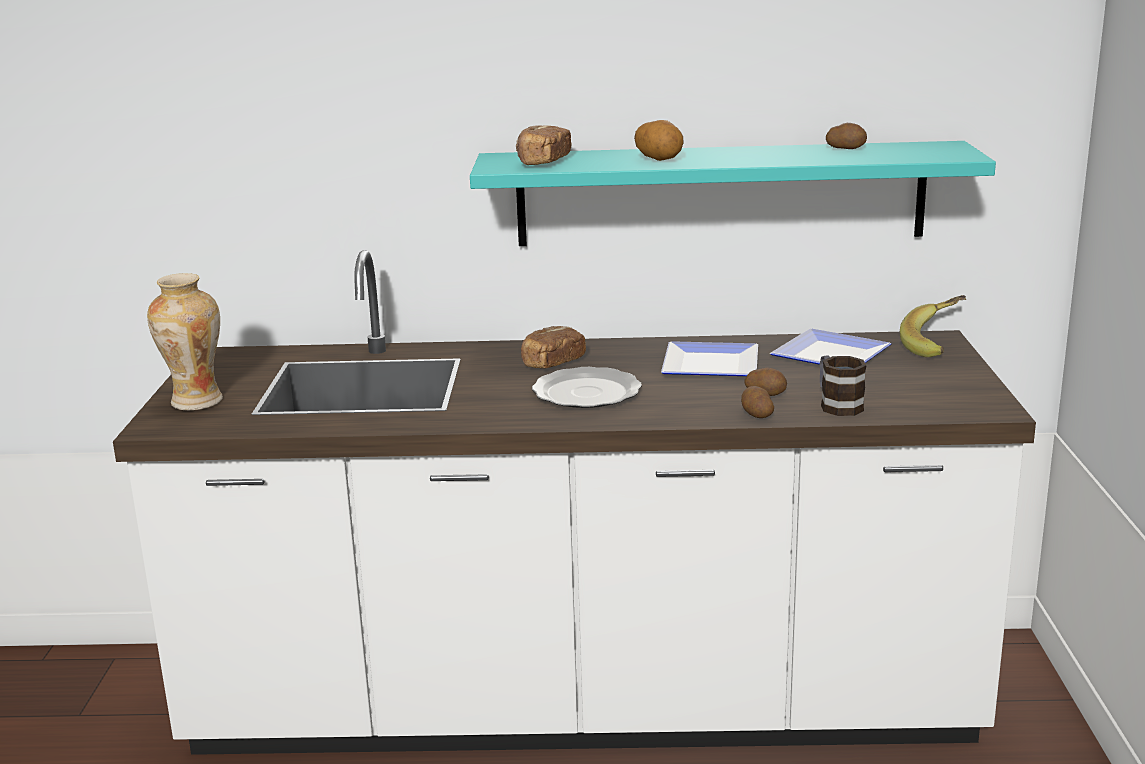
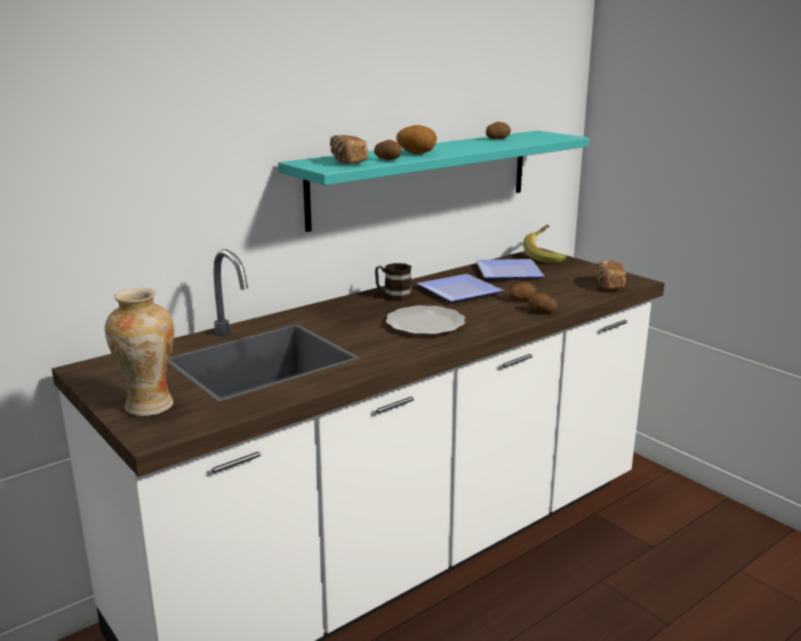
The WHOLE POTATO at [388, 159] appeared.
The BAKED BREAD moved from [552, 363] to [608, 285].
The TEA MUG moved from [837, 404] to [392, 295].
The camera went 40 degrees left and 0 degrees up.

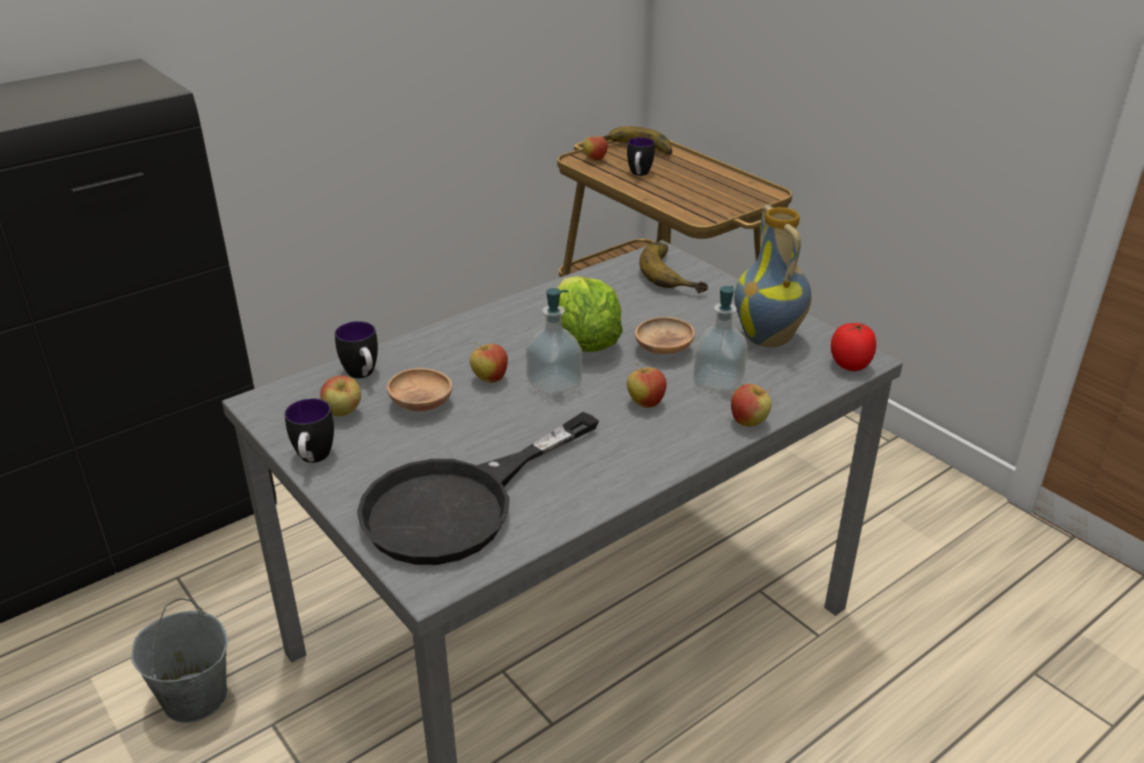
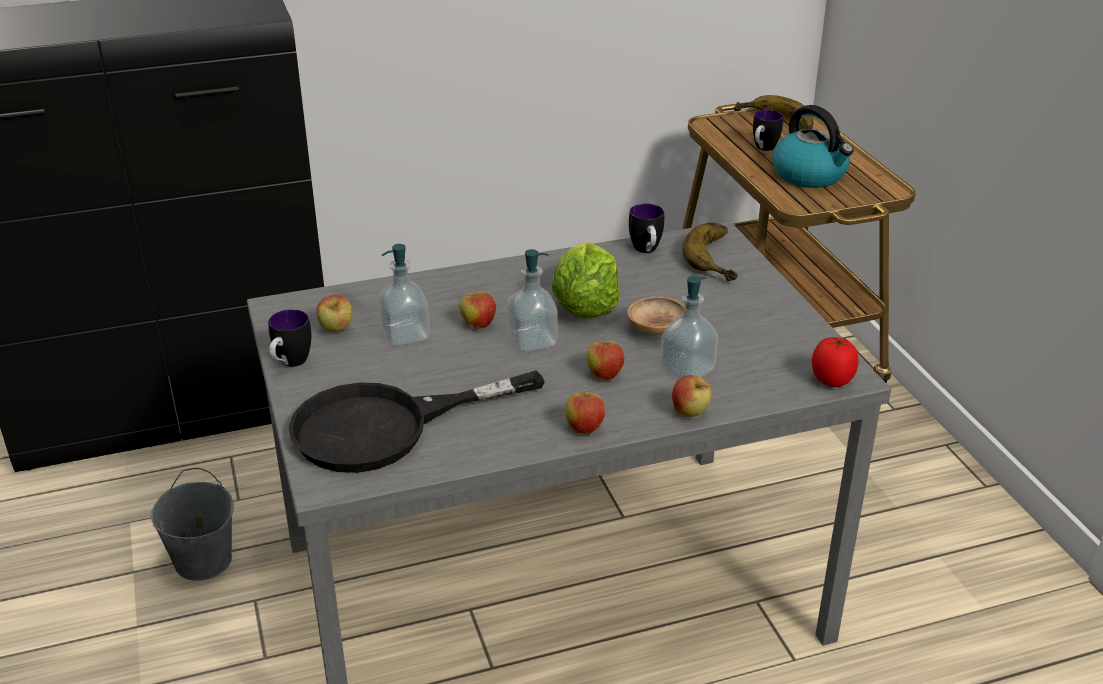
The VASE at [769, 339] disappeared.
The WATER KETTLE at [810, 175] appeared.
The TEA MUG moved from [363, 375] to [646, 251].
The WHOLE APPLE moved from [595, 159] to [584, 428].
The BROWN-COLOURED BOWL at [421, 404] was replaced by the SOAP DISPENSER at [405, 335].
The camera went 20 degrees right and 0 degrees up.

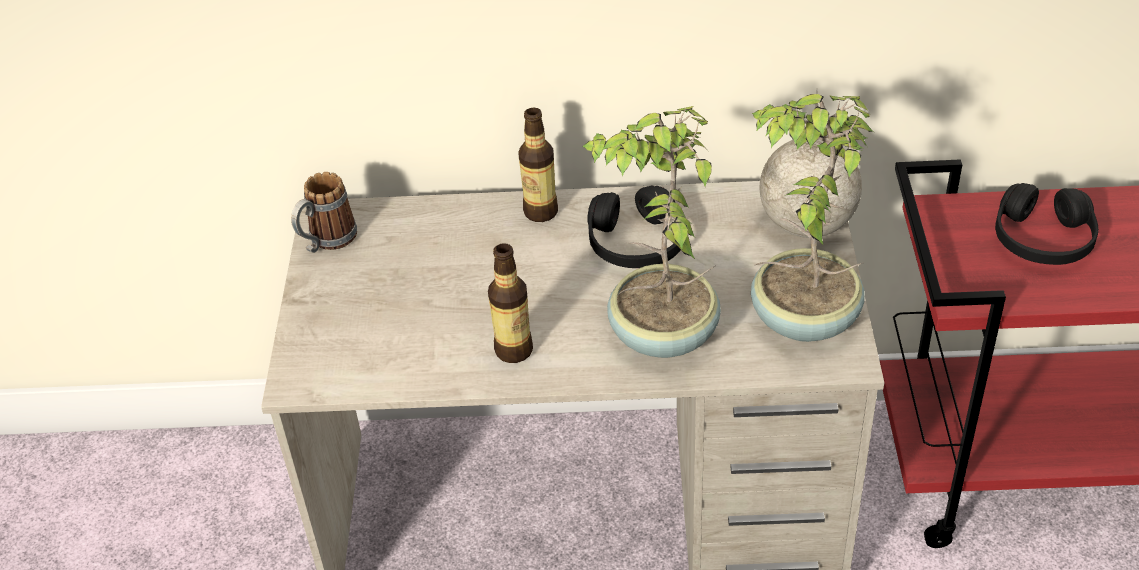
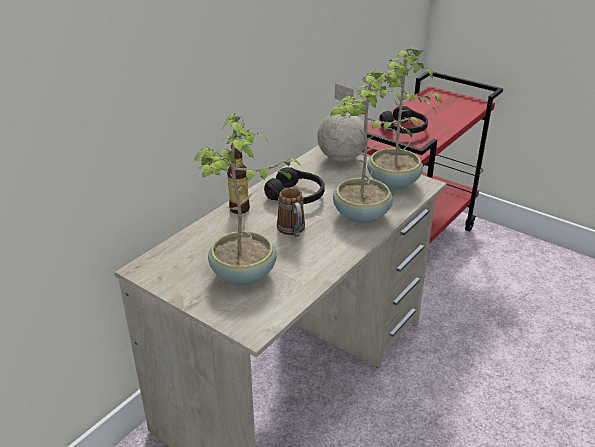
The BOTTLE at [514, 350] disappeared.
The POTTED PLANT at [244, 274] appeared.
The TEA MUG moved from [326, 242] to [293, 231].
The camera went 55 degrees left and 10 degrees down.

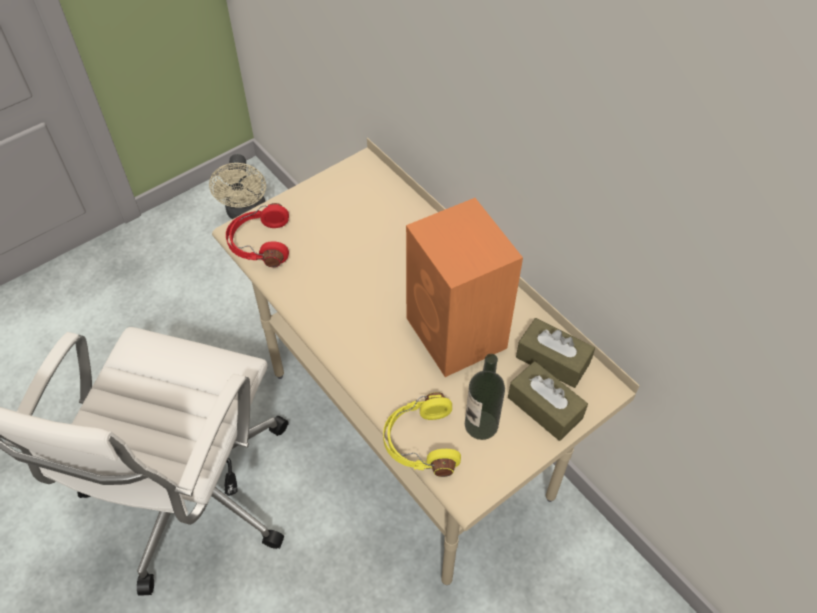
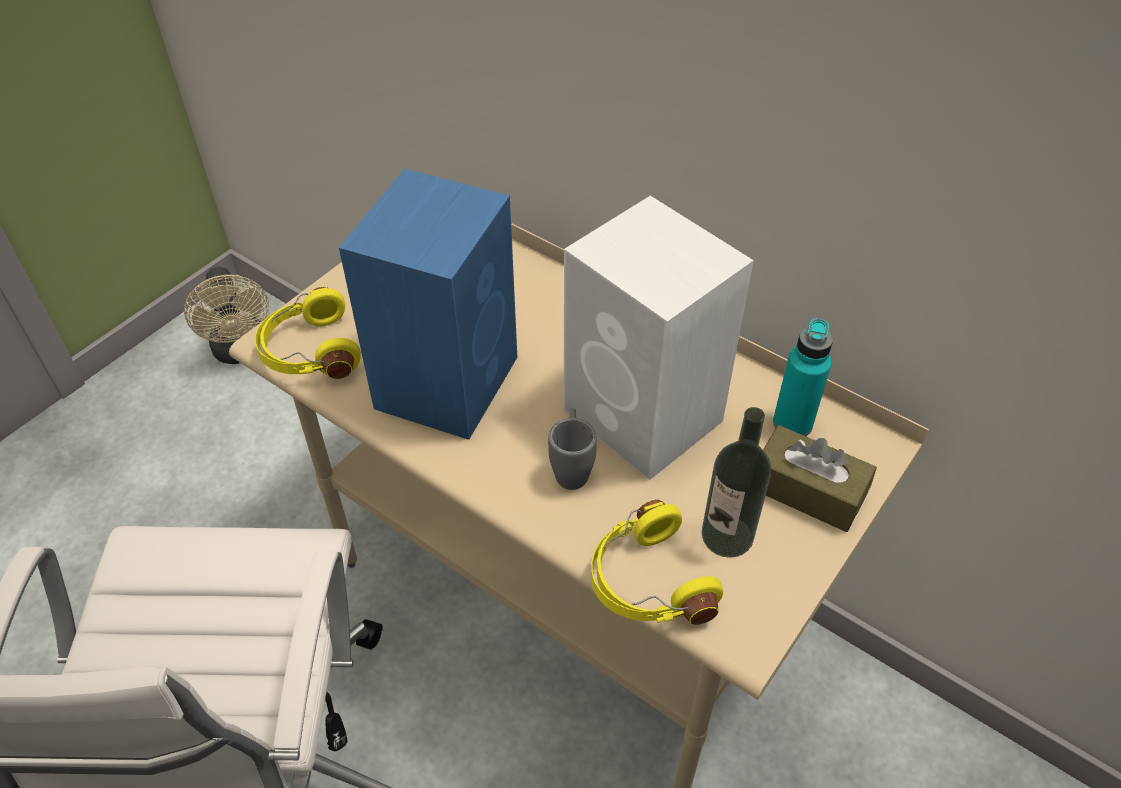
The BLUE-COLOURED AUDIO SPEAKER at [448, 380] appeared.
The GREY TEA MUG at [572, 467] appeared.
The BROWN-COLOURED BOX OF TISSUES at [552, 360] was replaced by the TURQUOISE BOTTLE at [792, 423].
The RED-COLOURED PAIR OF HEADPHONES at [260, 244] became the YELLOW-COLOURED PAIR OF HEADPHONES at [309, 352].
The ORANGEY AUDIO SPEAKER at [457, 335] became the WHITE AUDIO SPEAKER at [645, 418].
The camera went 15 degrees left and 5 degrees down.

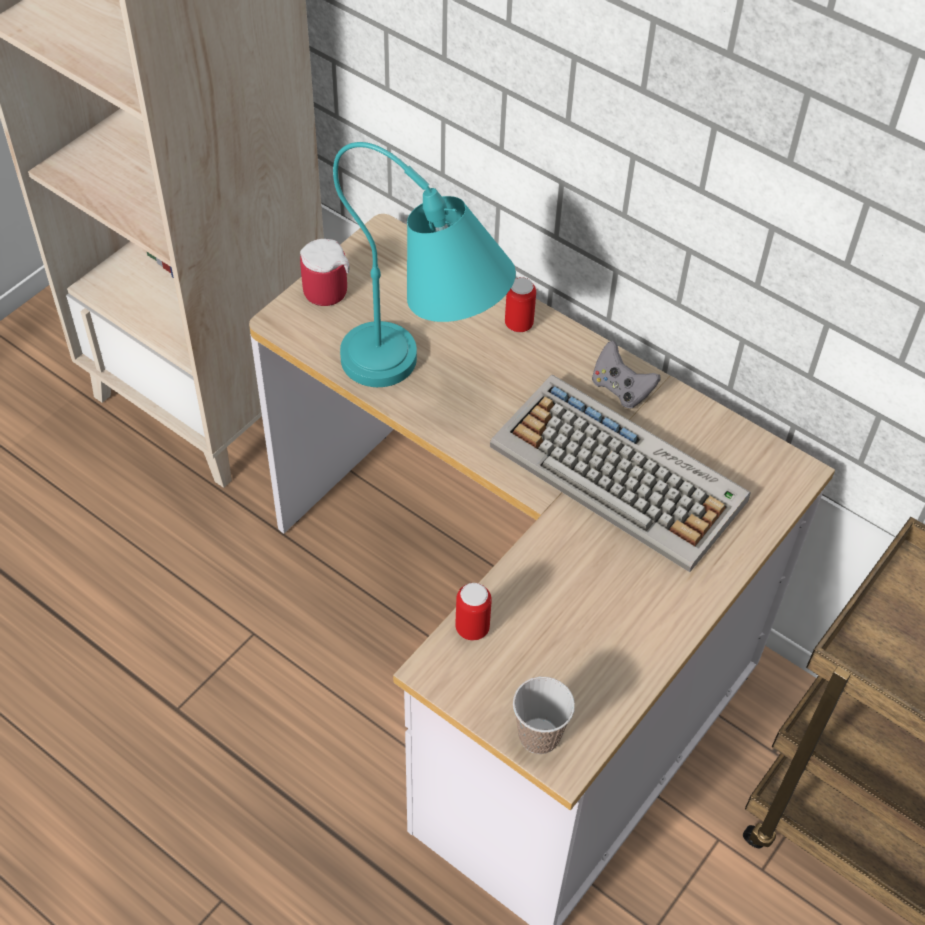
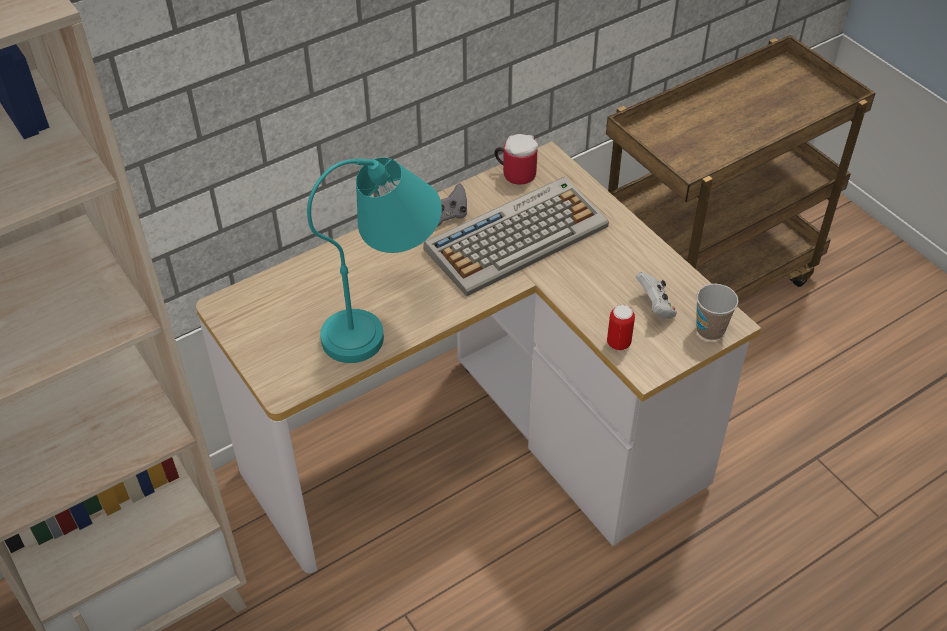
The CAN at [518, 324] disappeared.
The WHITE GAMEPAD at [655, 307] appeared.
The TEA MUG moved from [328, 287] to [515, 172].
The camera went 70 degrees left and 5 degrees down.

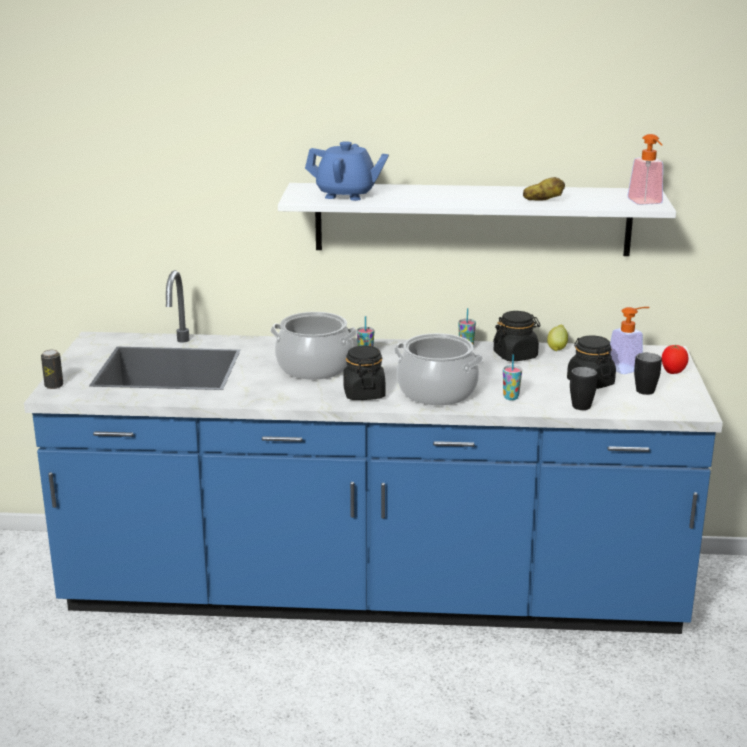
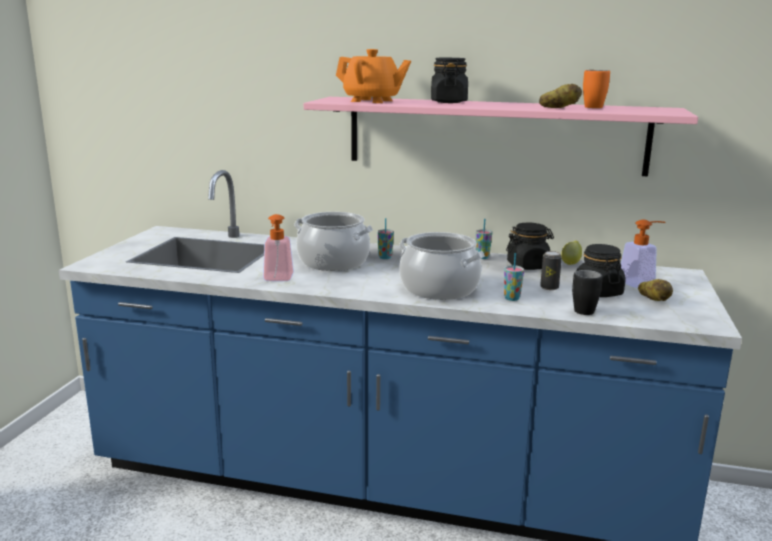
The WHOLE TOMATO at [672, 372] disappeared.
The ORANGEY TEA MUG at [591, 106] appeared.
The CAN moved from [54, 386] to [549, 287].
The BLACKISH STORAGE JAR moved from [364, 394] to [448, 102].
The SOAP DISPENSER moved from [647, 203] to [277, 279].
The BLACKISH TEA MUG at [643, 388] was replaced by the WHOLE POTATO at [653, 301].
The WHITE BRACKET SHELF at [472, 219] became the PINKISH BRACKET SHELF at [494, 135].
The BLUE-COLOURED TEA POT at [346, 195] became the ORANGEY TEA POT at [372, 101].
The camera went 10 degrees right and 5 degrees down.

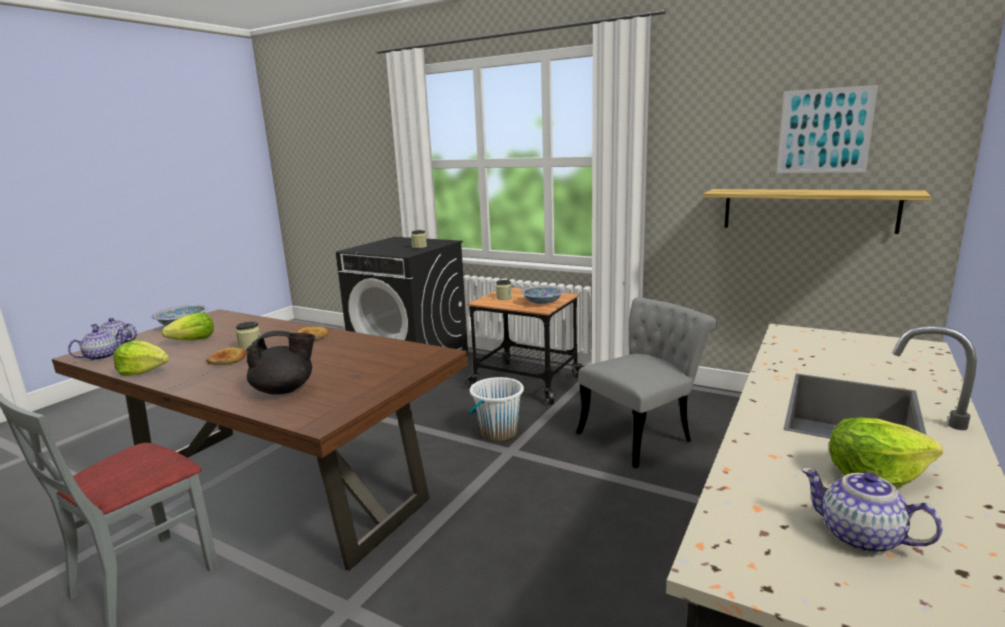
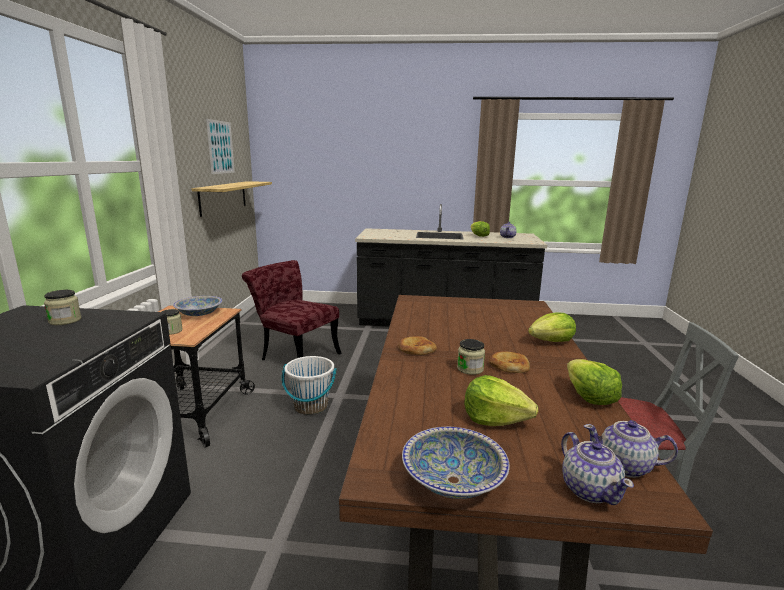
The BLACKISH TEA POT at [285, 390] disappeared.
The HEAD OF LETTUCE at [551, 341] appeared.
The GREY PLAIN CHAIR at [642, 434] became the RED-COLOURED PLAIN CHAIR at [295, 355].
The camera went 115 degrees left and 0 degrees up.

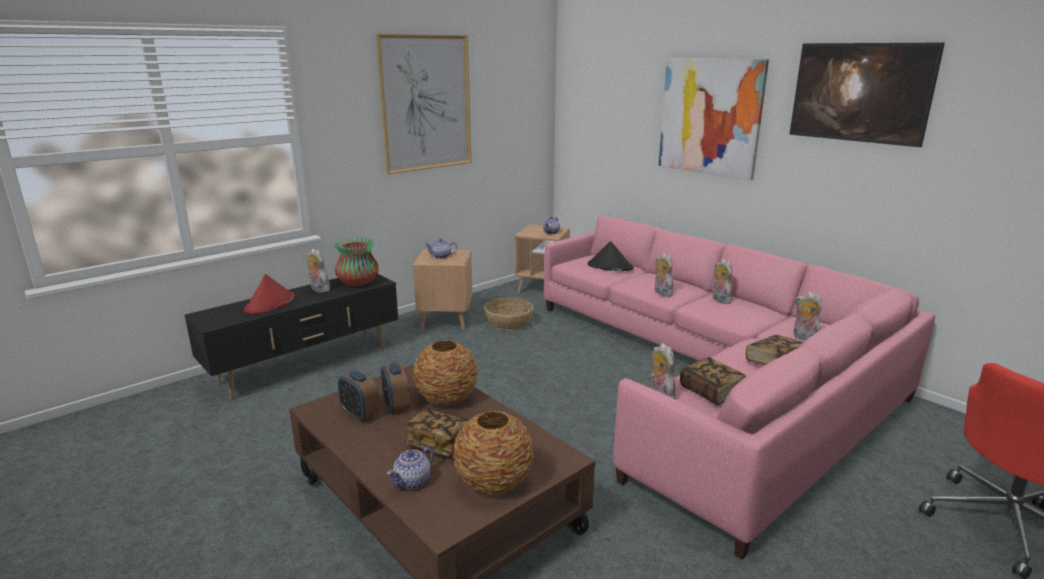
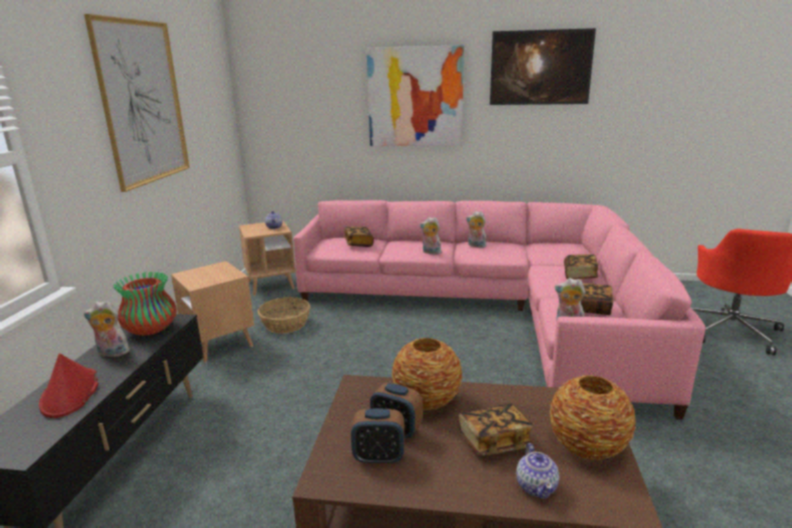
The TEA POT at [441, 256] disappeared.
The PLUSH TOY at [803, 338] disappeared.
The BLACKISH WEARABLE HAT at [610, 266] was replaced by the VOLUME at [359, 243].
The camera went 40 degrees left and 0 degrees up.

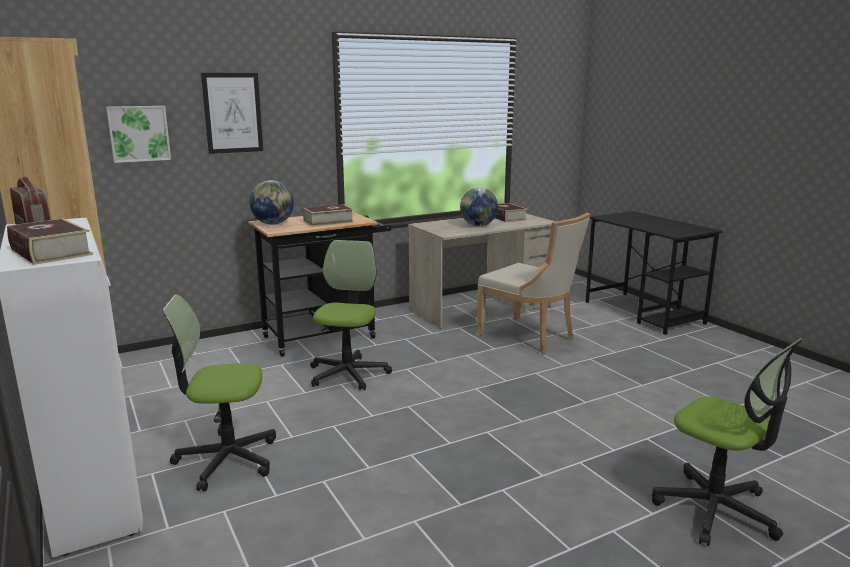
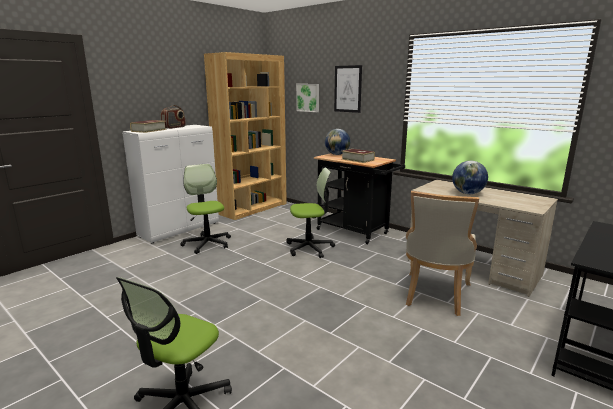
The VOLUME at [506, 218] disappeared.
The camera went 70 degrees right and 0 degrees up.

